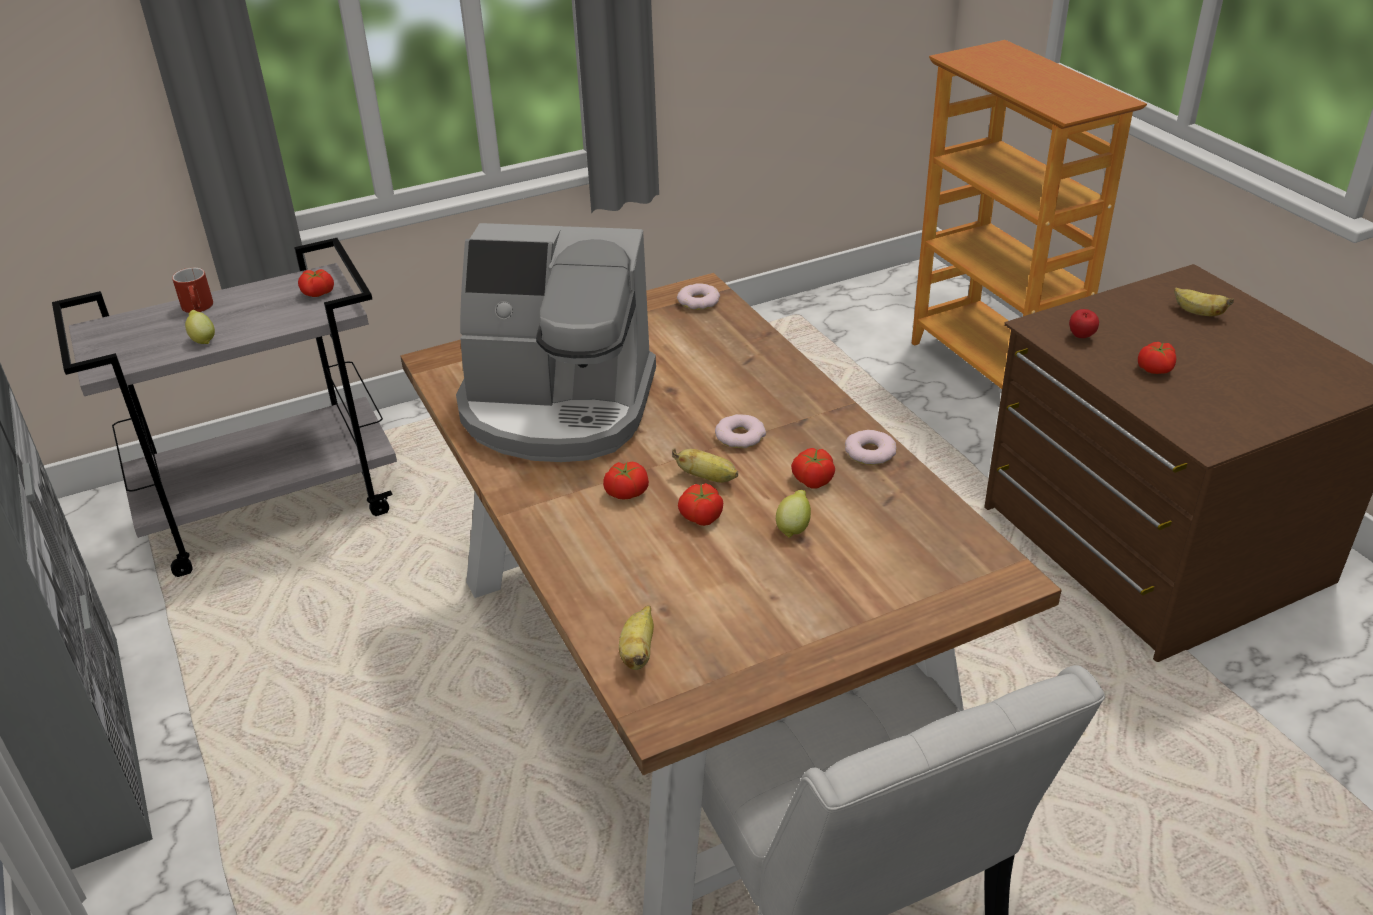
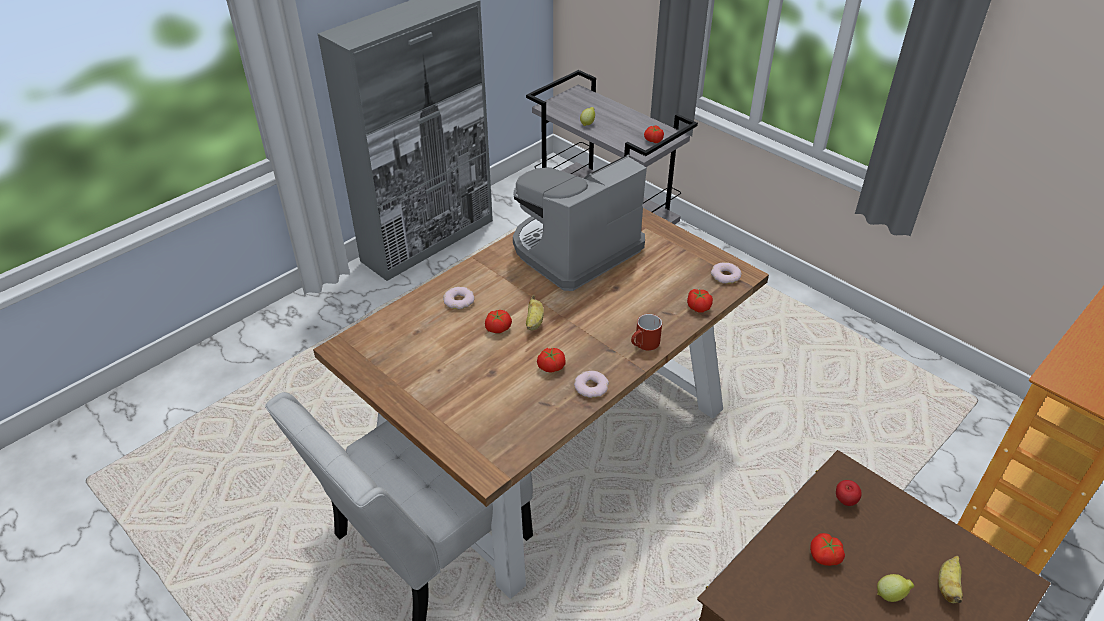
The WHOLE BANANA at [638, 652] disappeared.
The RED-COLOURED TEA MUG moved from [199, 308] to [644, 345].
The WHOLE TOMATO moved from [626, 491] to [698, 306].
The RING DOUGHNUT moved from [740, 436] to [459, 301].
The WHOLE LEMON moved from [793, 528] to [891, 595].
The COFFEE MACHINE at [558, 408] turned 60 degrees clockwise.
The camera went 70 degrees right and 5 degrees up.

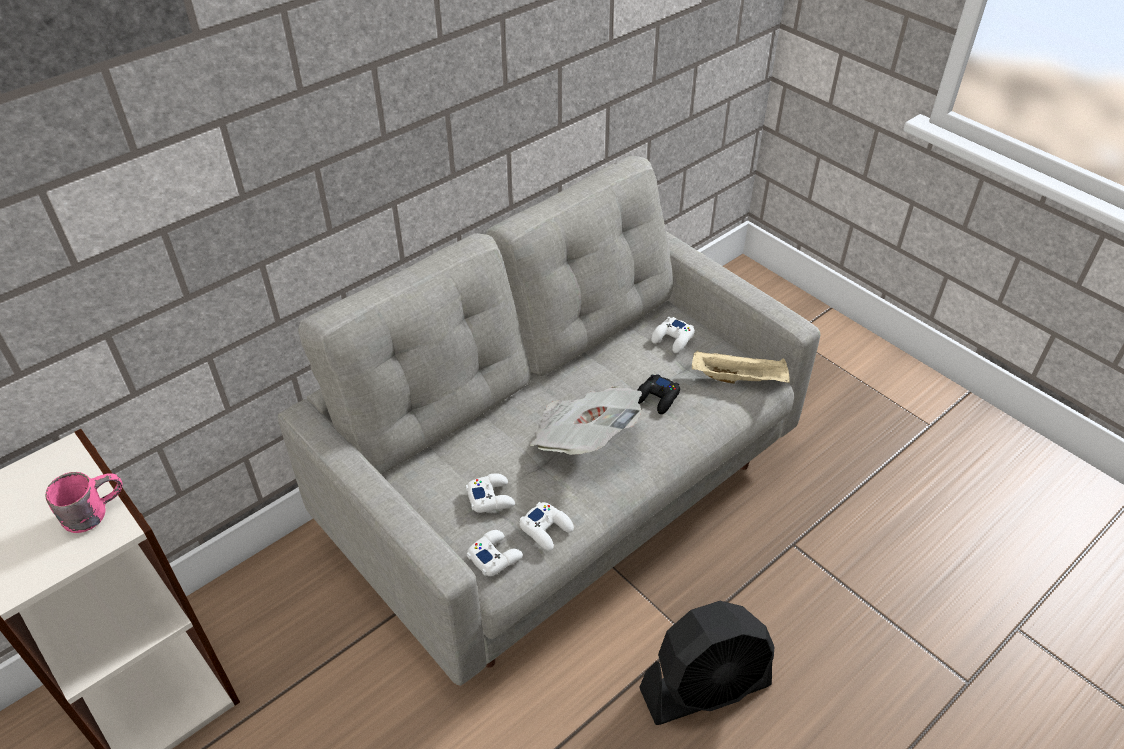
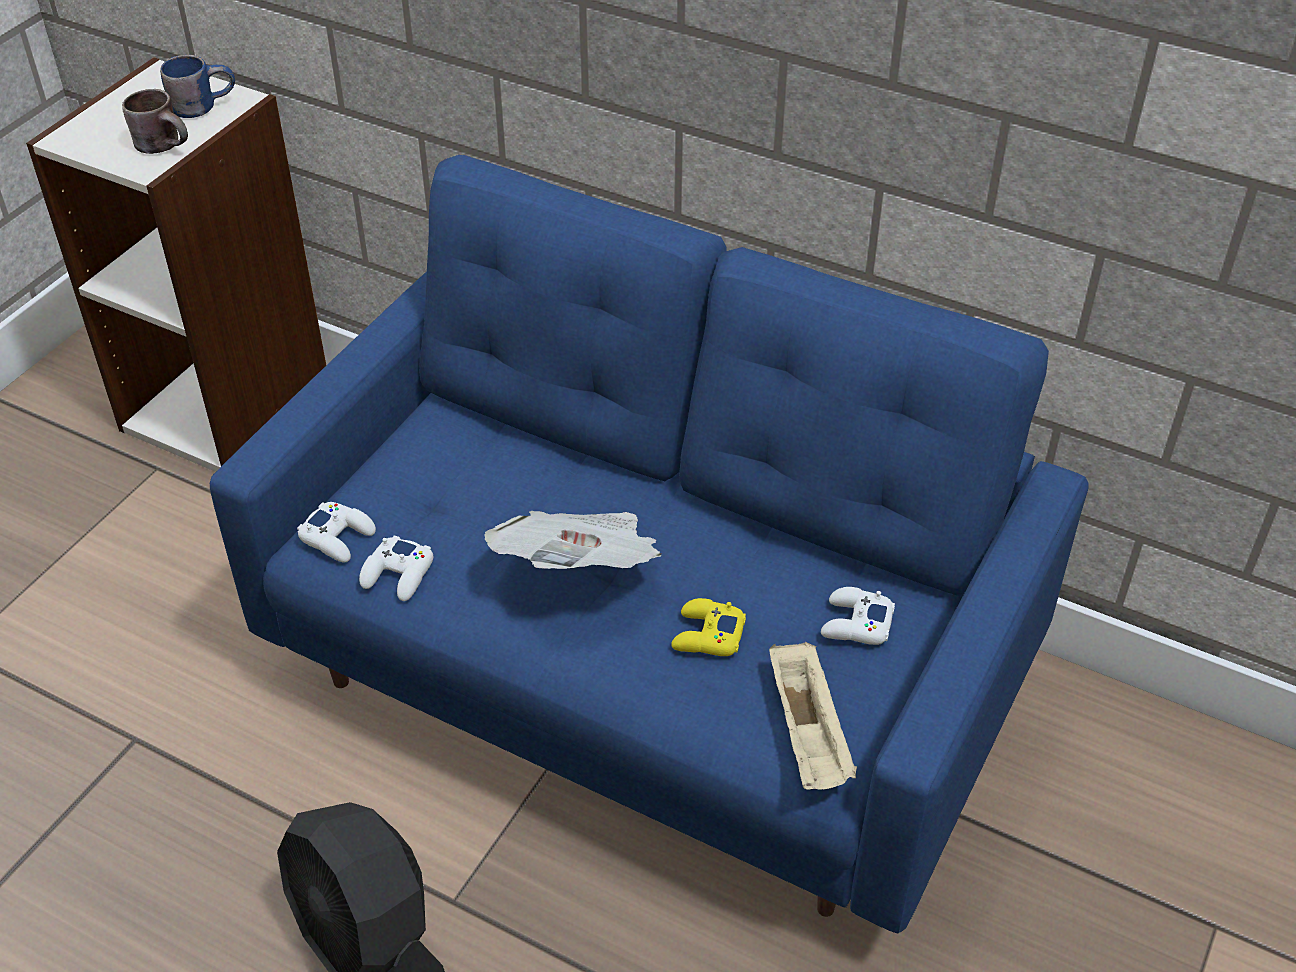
The WHITE GAMEPAD at [491, 497] disappeared.
The BLUE-COLOURED TEA MUG at [202, 105] appeared.
The PINKISH TEA MUG at [93, 510] became the BROWN-COLOURED TEA MUG at [167, 144].
The GREY SETTEE at [563, 494] became the BLUE-COLOURED SETTEE at [650, 679].
The BLACKISH GAMEPAD at [657, 398] became the YELLOW-COLOURED GAMEPAD at [707, 635].
The camera went 70 degrees right and 0 degrees up.

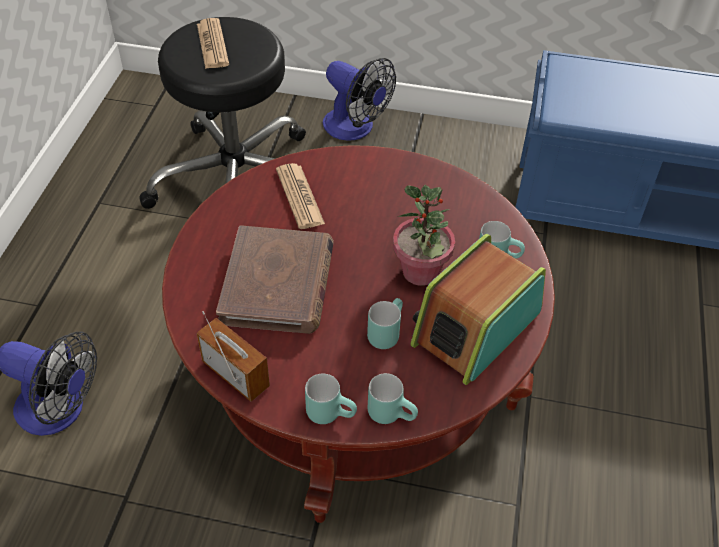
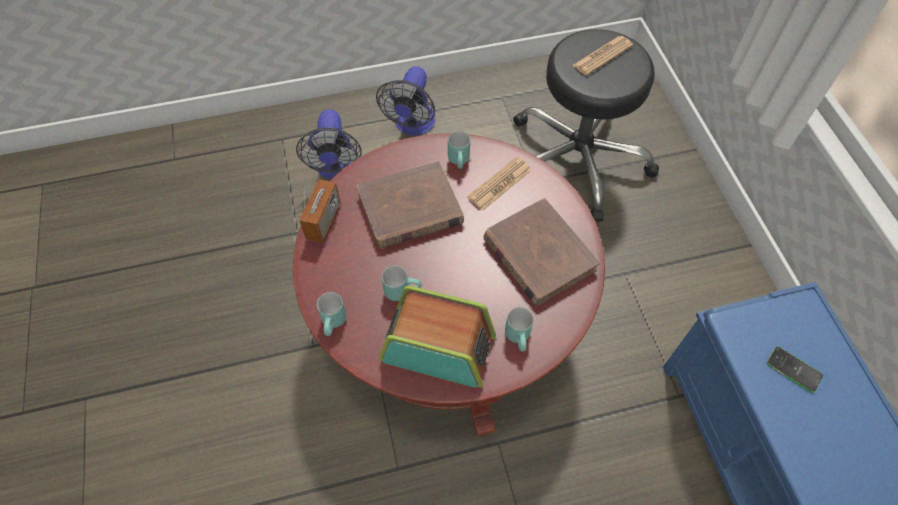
The POTTED PLANT at [420, 272] disappeared.
The BROWN-COLOURED VOLUME at [538, 254] appeared.
The TELEPHONE at [793, 369] appeared.
The TURQUOISE TEA MUG moved from [331, 412] to [460, 161].
The COOLING FAN moved from [355, 128] to [412, 125].
The camera went 65 degrees right and 10 degrees up.

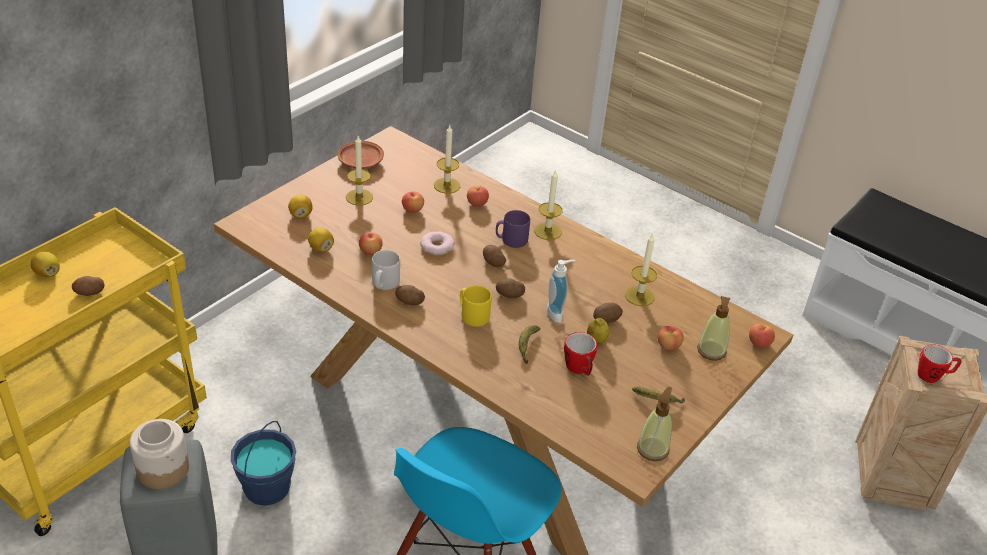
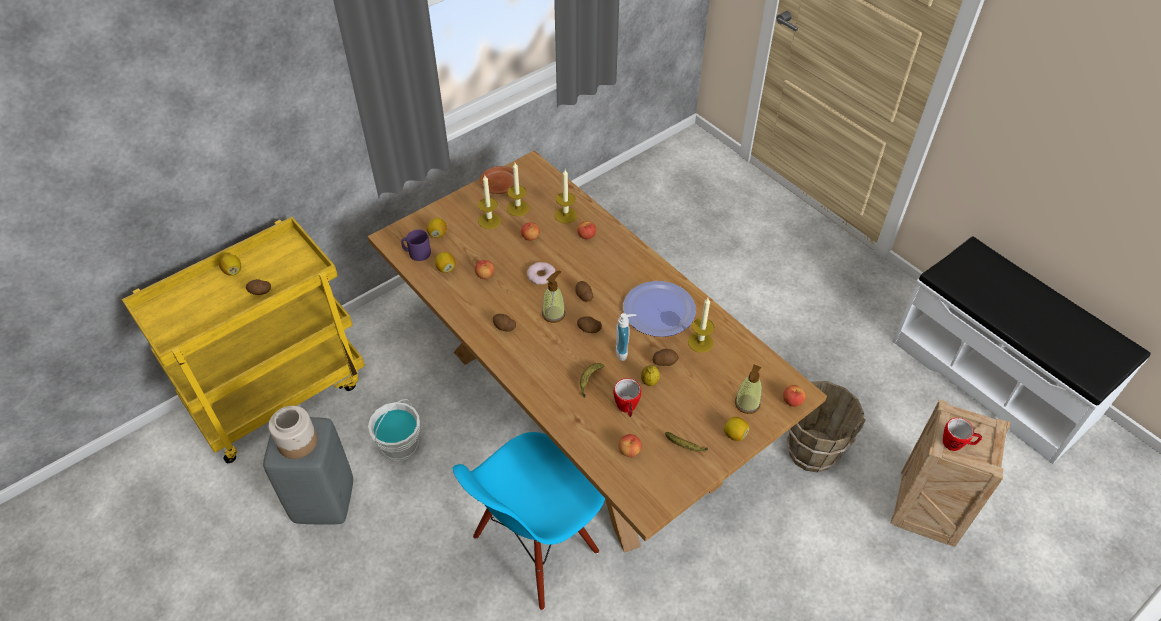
The GREY TEA MUG at [384, 284] disappeared.
The YELLOW-COLOURED TEA MUG at [472, 315] disappeared.
The DINNER PLATE at [659, 310] appeared.
The WHOLE LEMON at [735, 434] appeared.
The BROWN-COLOURED WATER BUCKET at [812, 451] appeared.
The PURPLISH TEA MUG moved from [511, 240] to [417, 253].
The WAX LIGHT moved from [547, 231] to [518, 208].
The SOAP DISPENSER moved from [652, 449] to [553, 314].
The WHOLE APPLE moved from [668, 346] to [629, 451].
The BLUE-COLOURED WATER BUCKET at [267, 487] became the WHITE WATER BUCKET at [400, 446].
The camera went 15 degrees right and 10 degrees up.

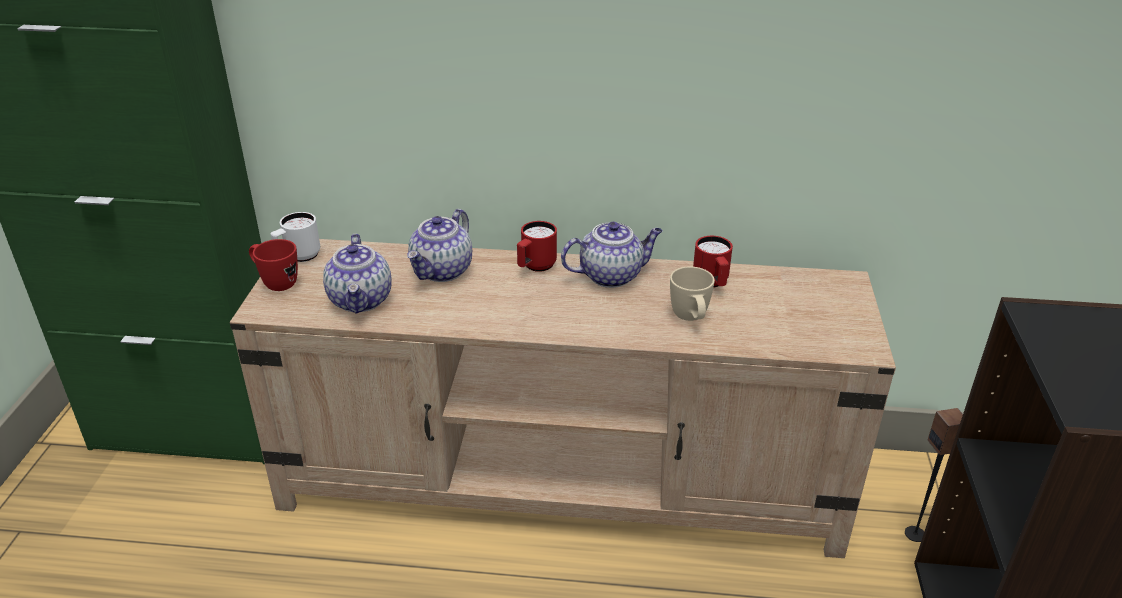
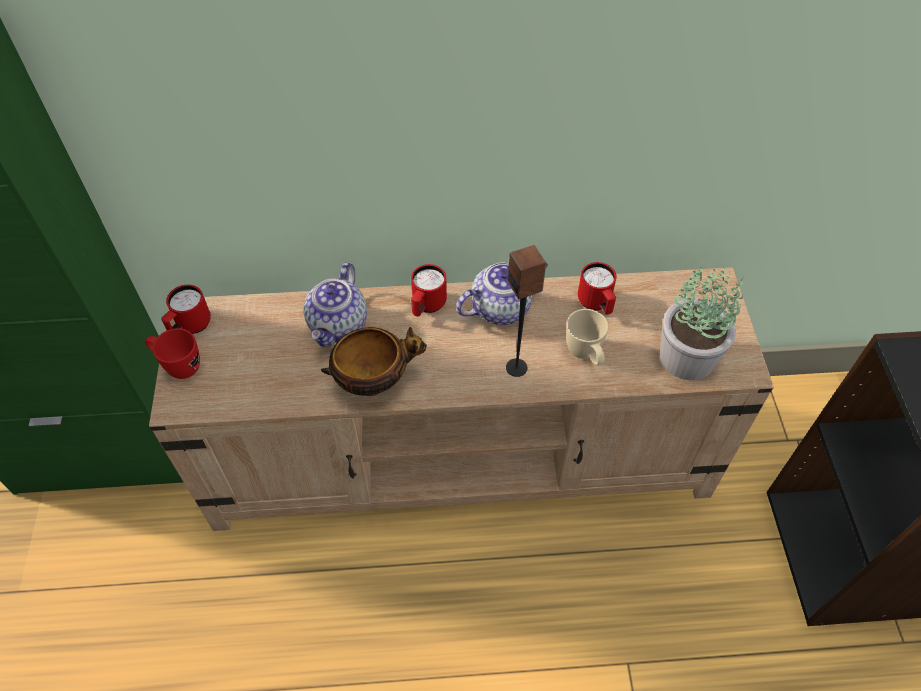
The TEA POT at [361, 300] disappeared.
The BOWL at [374, 382] appeared.
The POTTED PLANT at [688, 358] appeared.
The AUDIO SPEAKER moved from [915, 534] to [517, 367].
The WHITE TEA MUG at [298, 257] became the RED-COLOURED TEA MUG at [190, 327].
The camera went 10 degrees left and 20 degrees up.

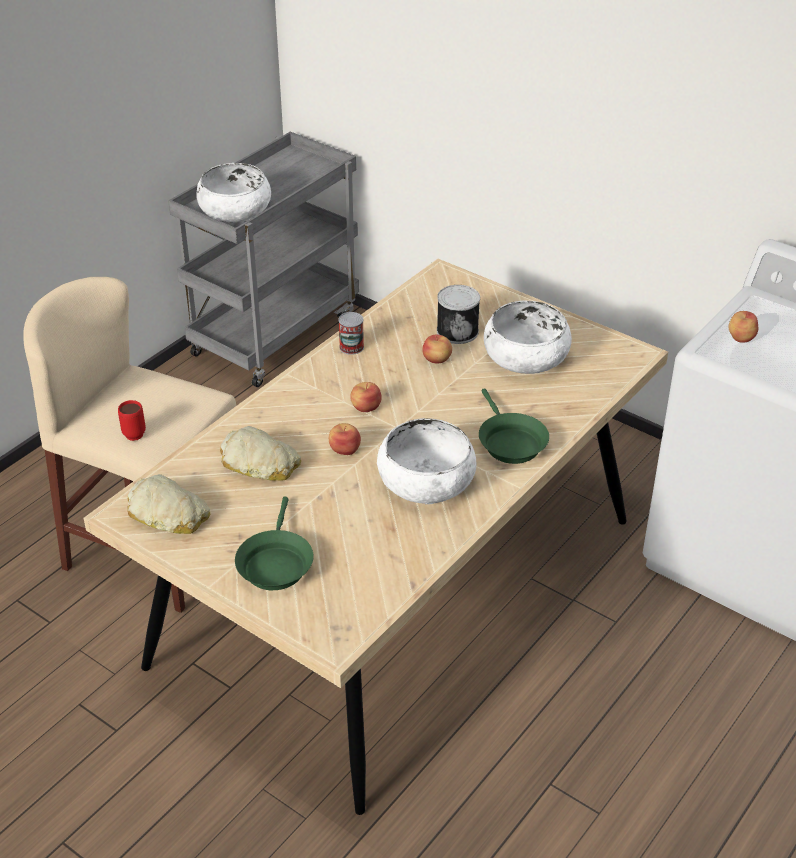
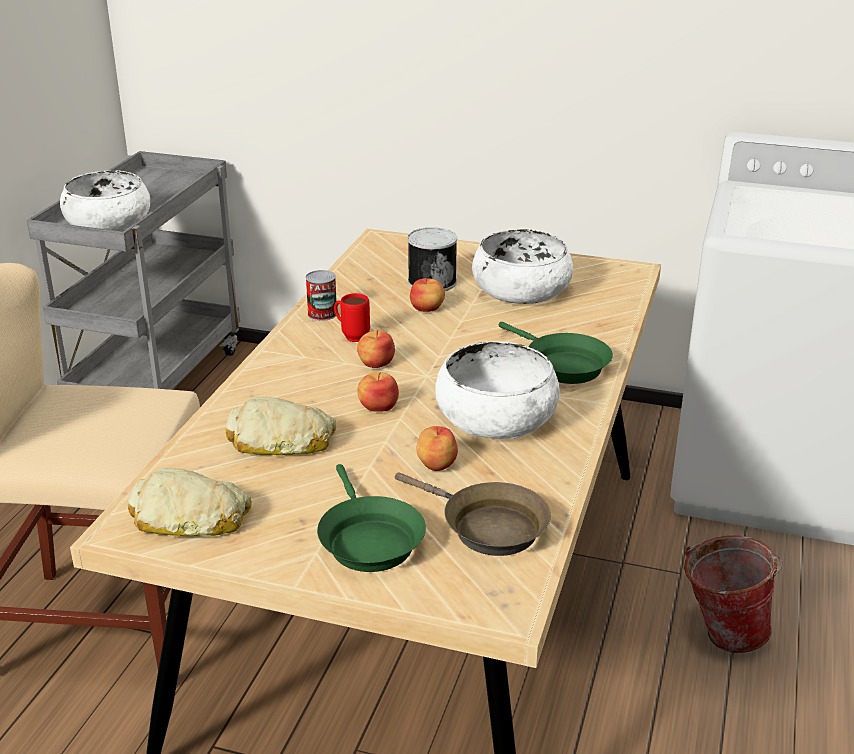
The BROWN-COLOURED FRYING PAN at [487, 527] appeared.
The WATER BUCKET at [721, 633] appeared.
The RED-COLOURED TEA MUG moved from [132, 432] to [351, 336].
The WHOLE APPLE moved from [740, 337] to [435, 464].
The camera went 20 degrees left and 10 degrees down.

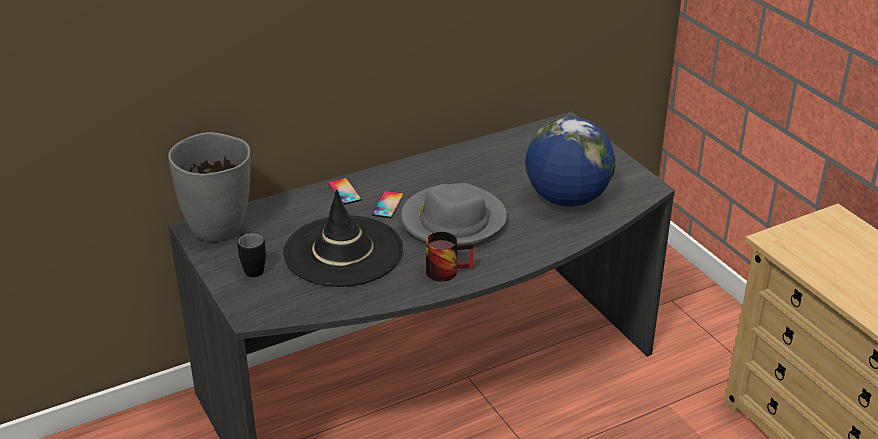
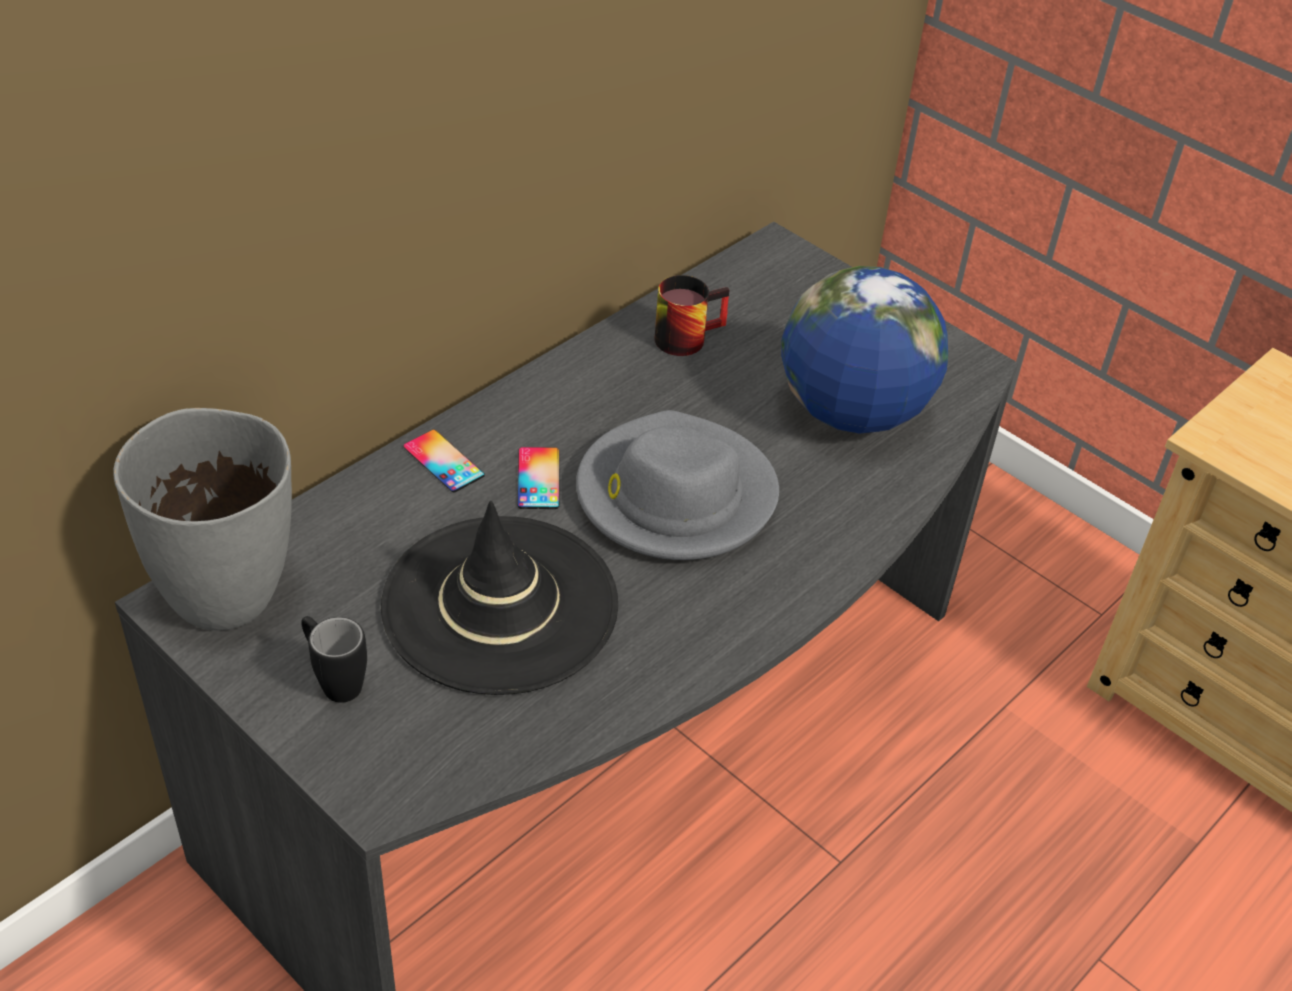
The TEA MUG moved from [447, 269] to [685, 335].
The camera went 20 degrees left and 10 degrees up.

